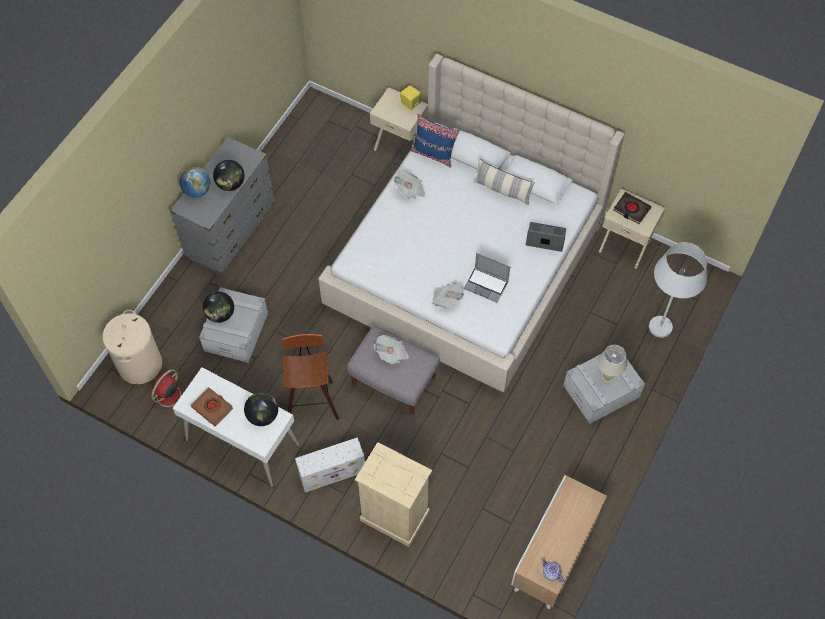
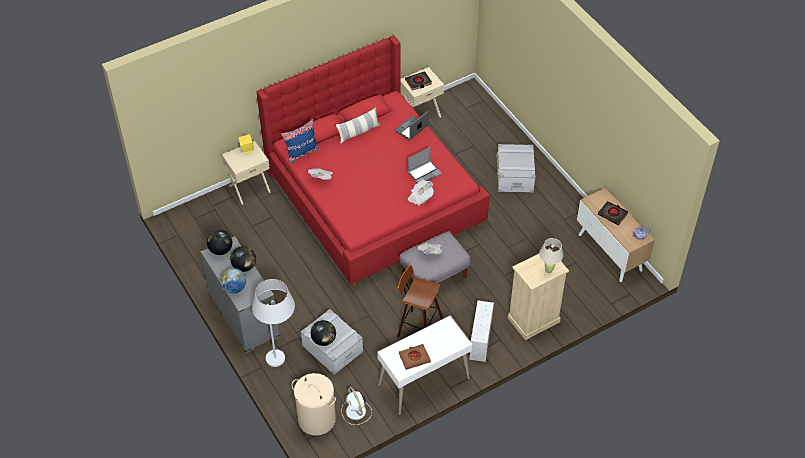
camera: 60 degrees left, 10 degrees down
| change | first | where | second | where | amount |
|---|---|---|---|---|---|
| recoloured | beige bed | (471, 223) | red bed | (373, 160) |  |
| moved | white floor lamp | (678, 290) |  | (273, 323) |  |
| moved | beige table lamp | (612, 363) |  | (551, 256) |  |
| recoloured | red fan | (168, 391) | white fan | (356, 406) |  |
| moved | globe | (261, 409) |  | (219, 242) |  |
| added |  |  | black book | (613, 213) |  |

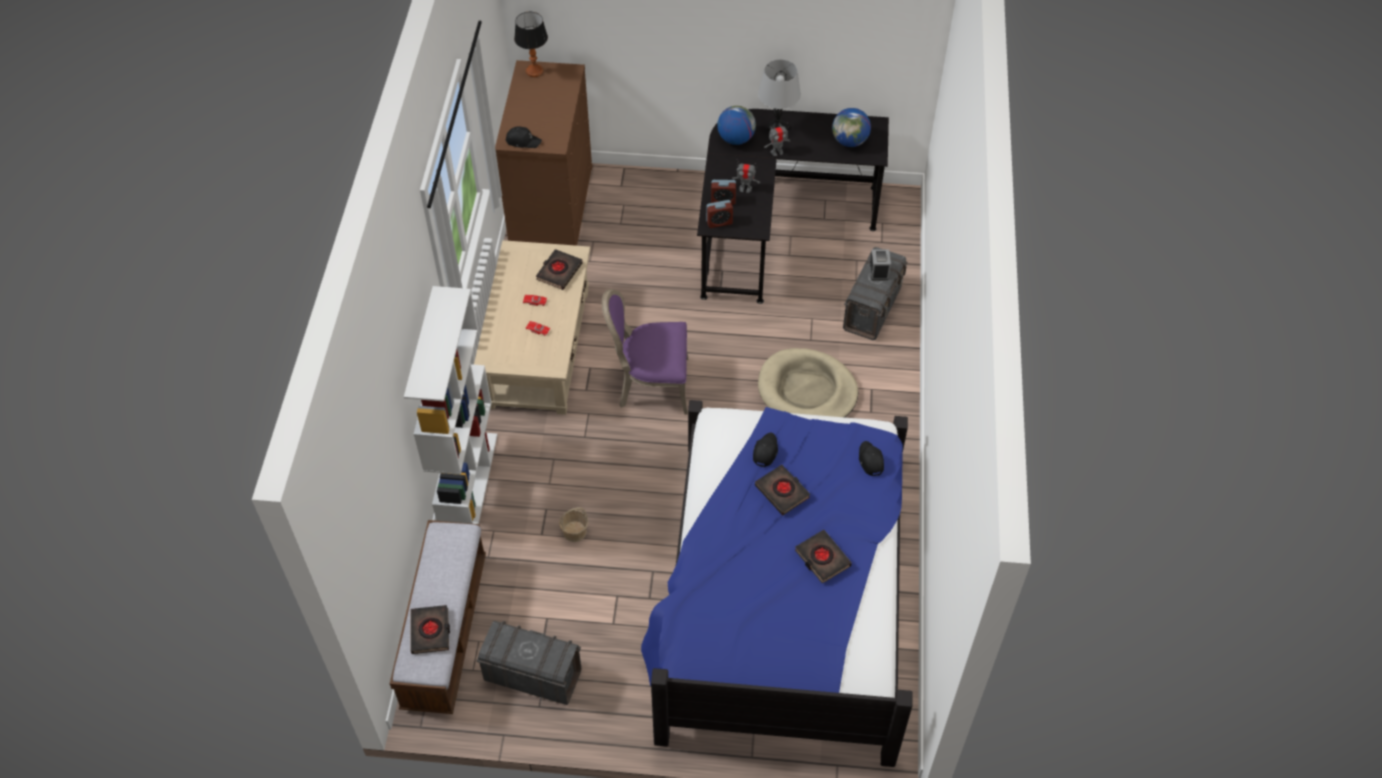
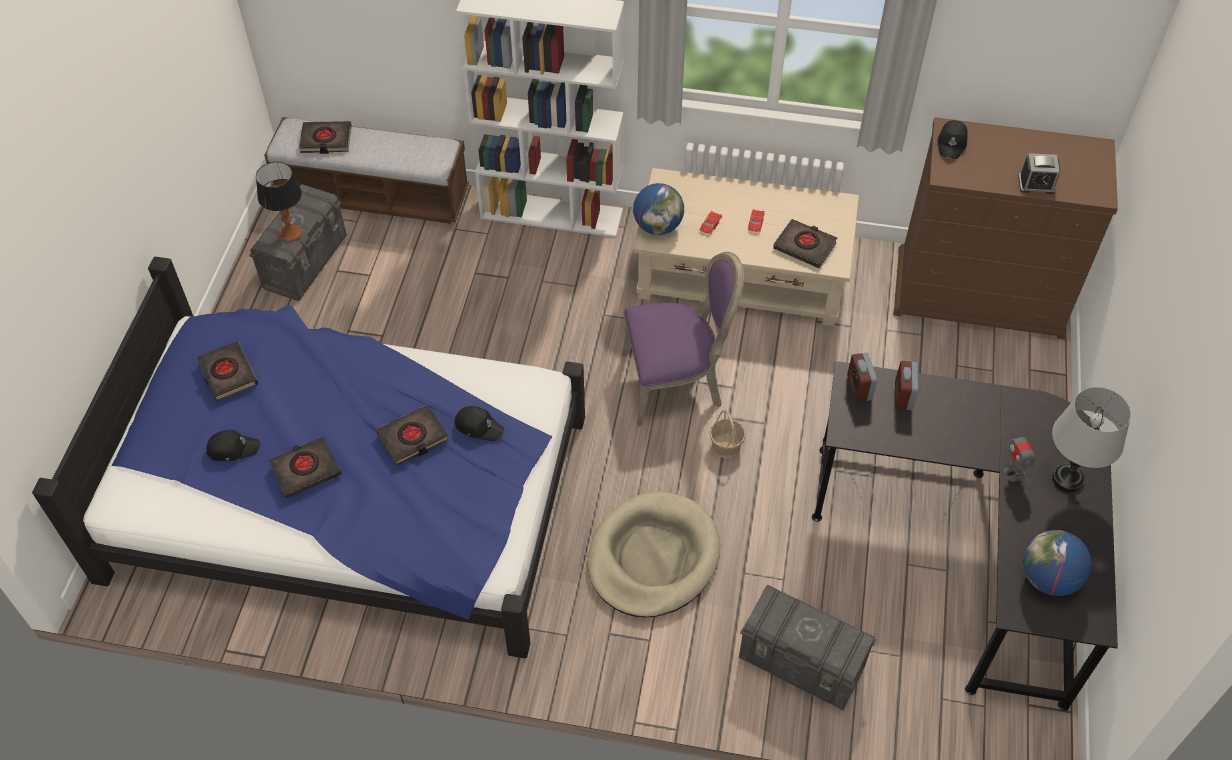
camera: 95 degrees right, 0 degrees up
| change | first | where | second | where | amount |
|---|---|---|---|---|---|
| moved | table lamp | (531, 44) |  | (279, 202) |  |
| moved | globe | (736, 125) |  | (658, 209) |  |
| removed | toy robot | (746, 178) |  |  |  |
| moved | alarm clock | (880, 264) |  | (1039, 173) |  |
| turned | purple chair | (645, 351) |  | (683, 339) | 75 degrees clockwise |
| moved | black cap | (871, 458) |  | (233, 445) |  |
| moved | basket | (573, 524) |  | (727, 434) |  |
| added |  |  | black book | (227, 371) |  |

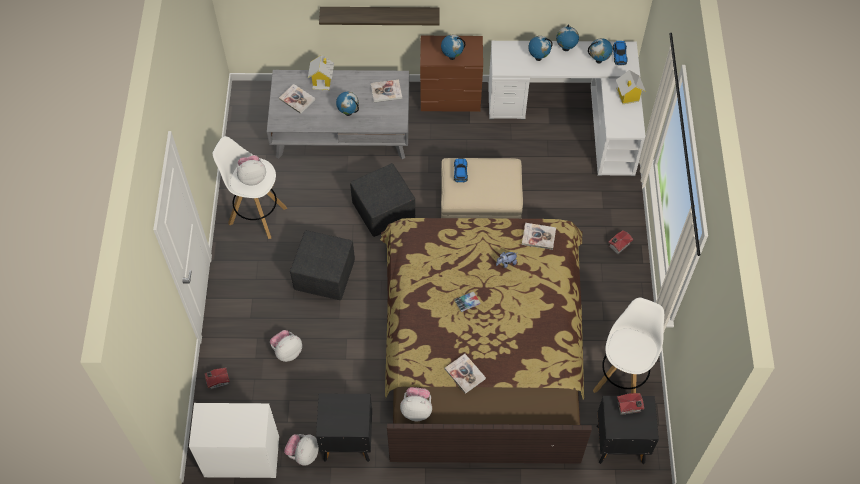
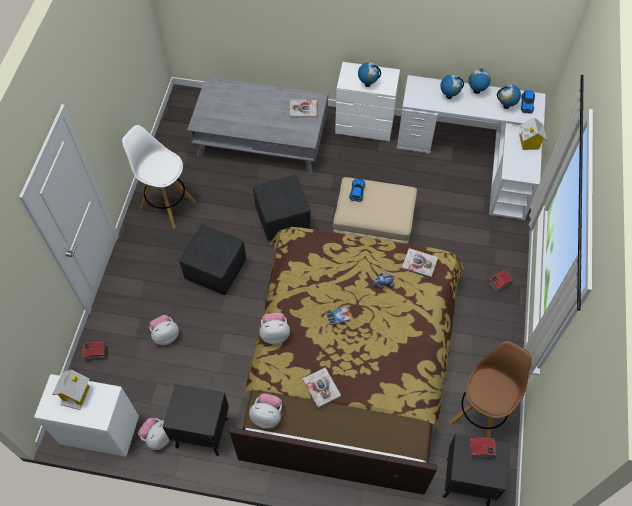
camera: 10 degrees right, 0 degrees up
| change | first | where | second | where | amount |
|---|---|---|---|---|---|
| removed | shelf | (379, 16) |  |  |  |
| recoloured | brown dresser | (451, 74) | white dresser | (367, 101) |  |
| moved | toy house | (321, 73) |  | (71, 390) |  |
| removed | book | (297, 99) |  |  |  |
| removed | globe | (347, 104) |  |  |  |
| moved | plush toy | (251, 170) |  | (274, 328) |  |
| recoloured | white stool | (628, 345) | brown stool | (490, 389) |  |

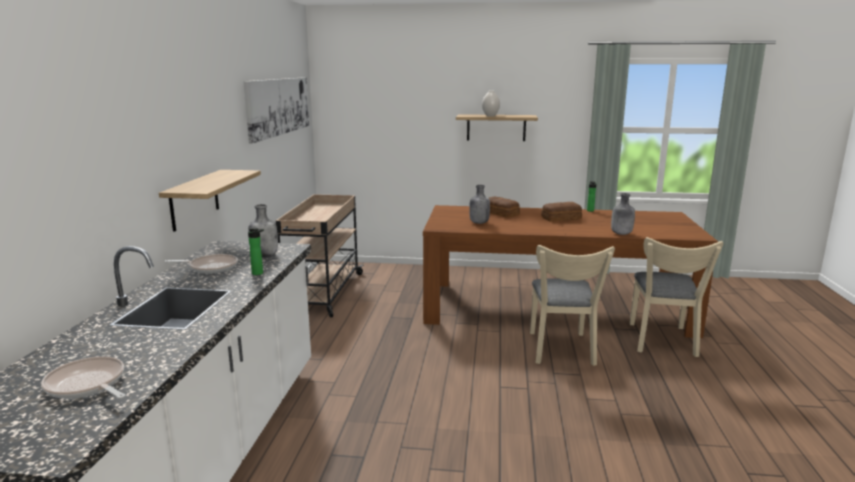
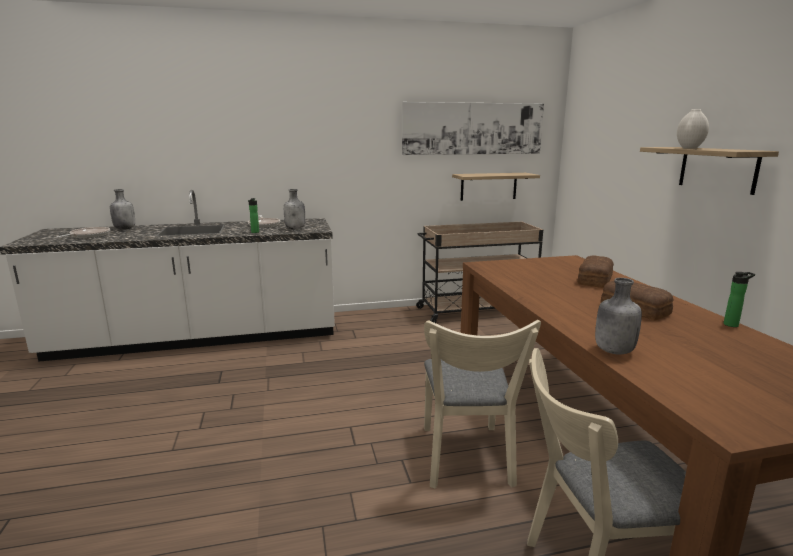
camera: 70 degrees right, 0 degrees up
| change | first | where | second | where | amount |
|---|---|---|---|---|---|
| moved | shelf | (210, 201) |  | (496, 187) |  |
| moved | grey bottle | (479, 204) |  | (122, 209) |  |
| turned | beige chair | (572, 305) |  | (482, 404) | 75 degrees counterclockwise |

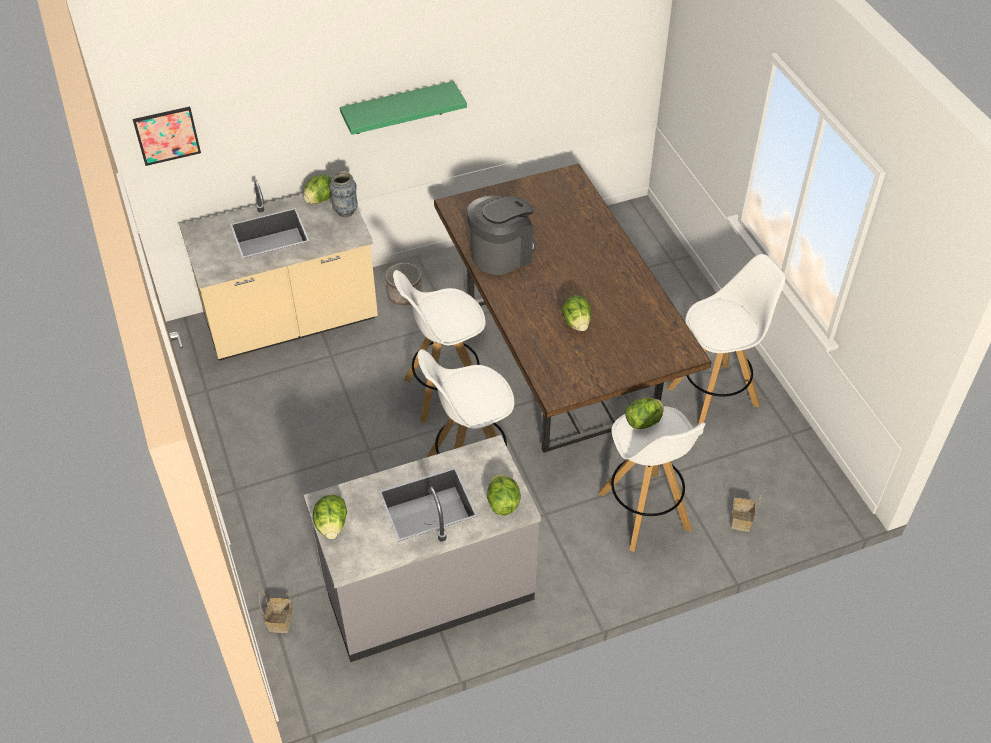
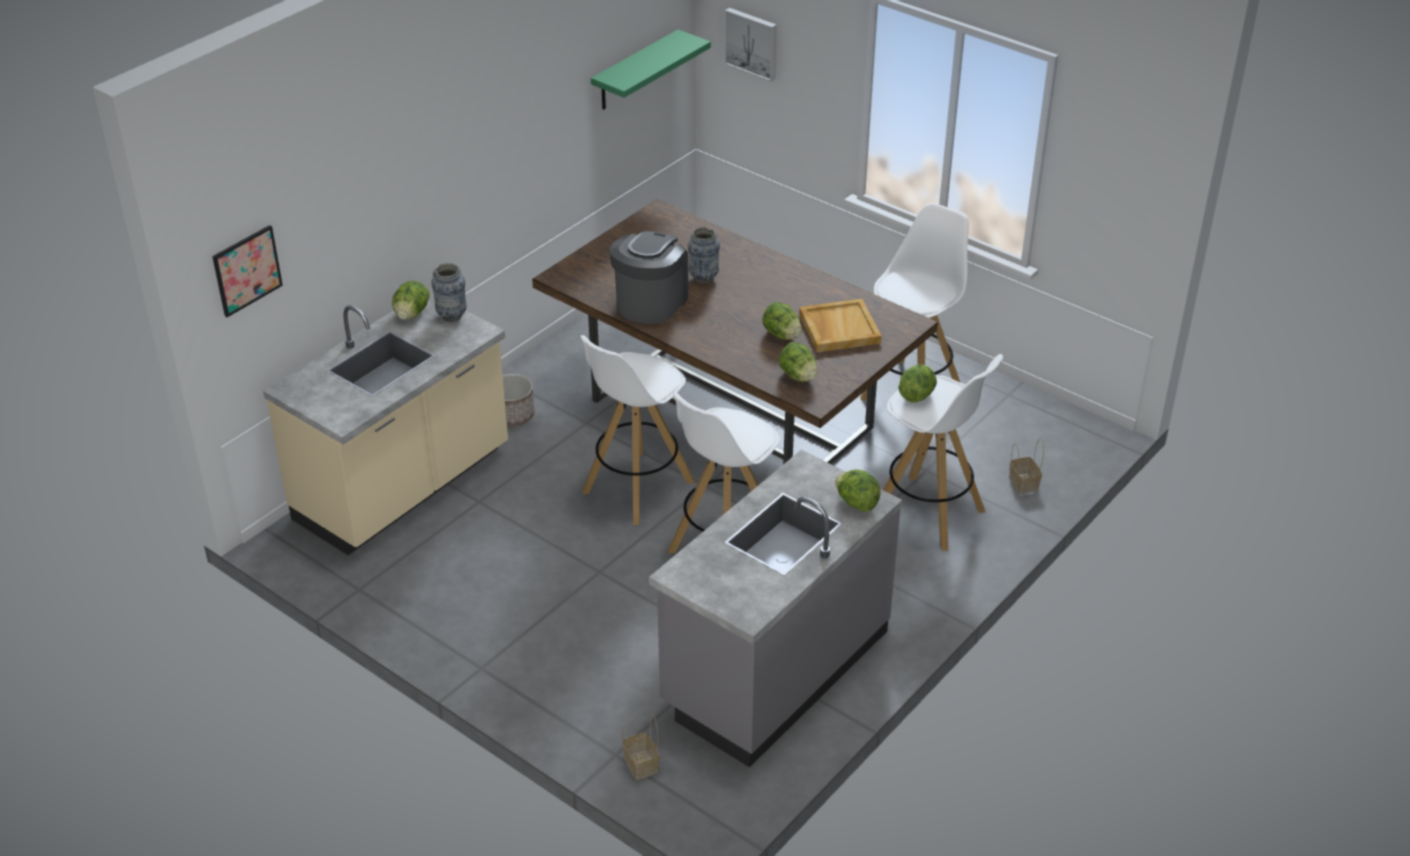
camera: 30 degrees left, 10 degrees down
| change | first | where | second | where | amount |
|---|---|---|---|---|---|
| moved | green shelf | (403, 108) |  | (651, 70) |  |
| moved | lettuce | (330, 517) |  | (798, 362) |  |
| added |  |  | picture | (750, 45) |  |
| added |  |  | vase | (704, 255) |  |
| added |  |  | beige tray | (840, 325) |  |

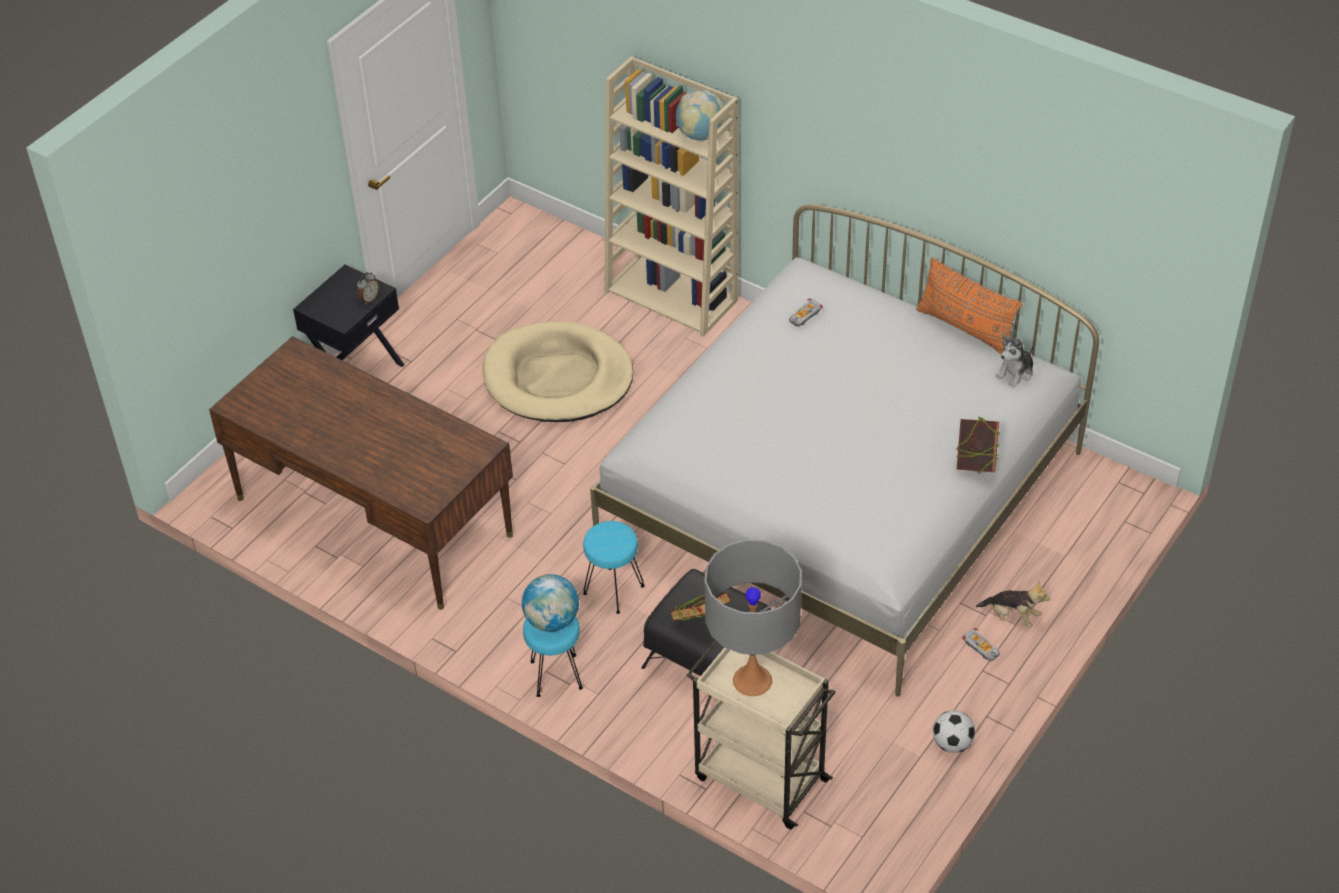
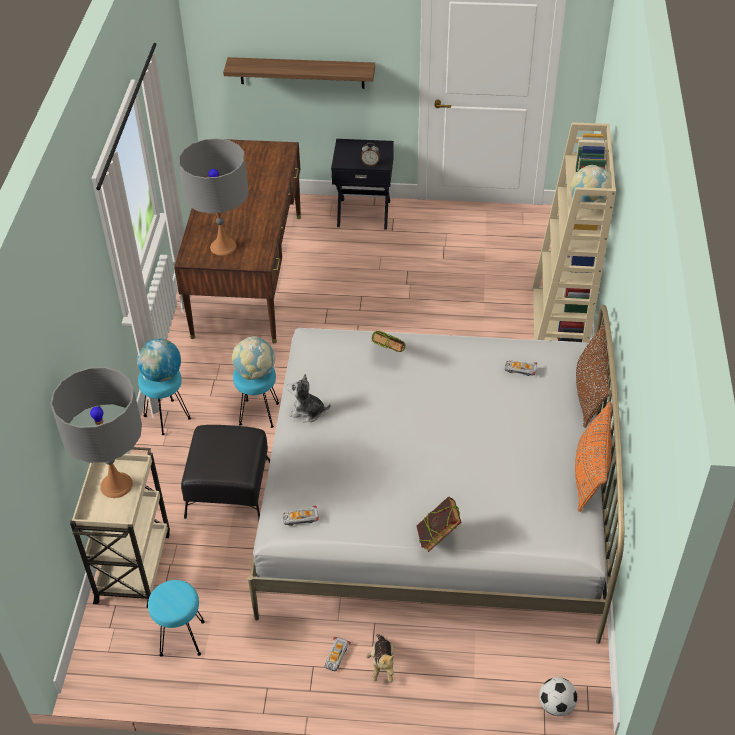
camera: 60 degrees right, 0 degrees up
| change | first | where | second | where | amount |
|---|---|---|---|---|---|
| removed | beige dog bed | (558, 371) |  |  |  |
| moved | plush toy | (1014, 361) |  | (308, 398) |  |
| moved | book | (700, 606) |  | (388, 341) |  |
| moved | football | (954, 731) |  | (558, 696) |  |
| added |  |  | shelf | (299, 73) |  |
| added |  |  | grey table lamp | (213, 197) |  |
| added |  |  | brown pillow | (593, 376) |  |
| added |  |  | globe | (253, 358) |  |
| added |  |  | toy car | (301, 515) |  |
| added |  |  | turquoise stool | (176, 618) |  |

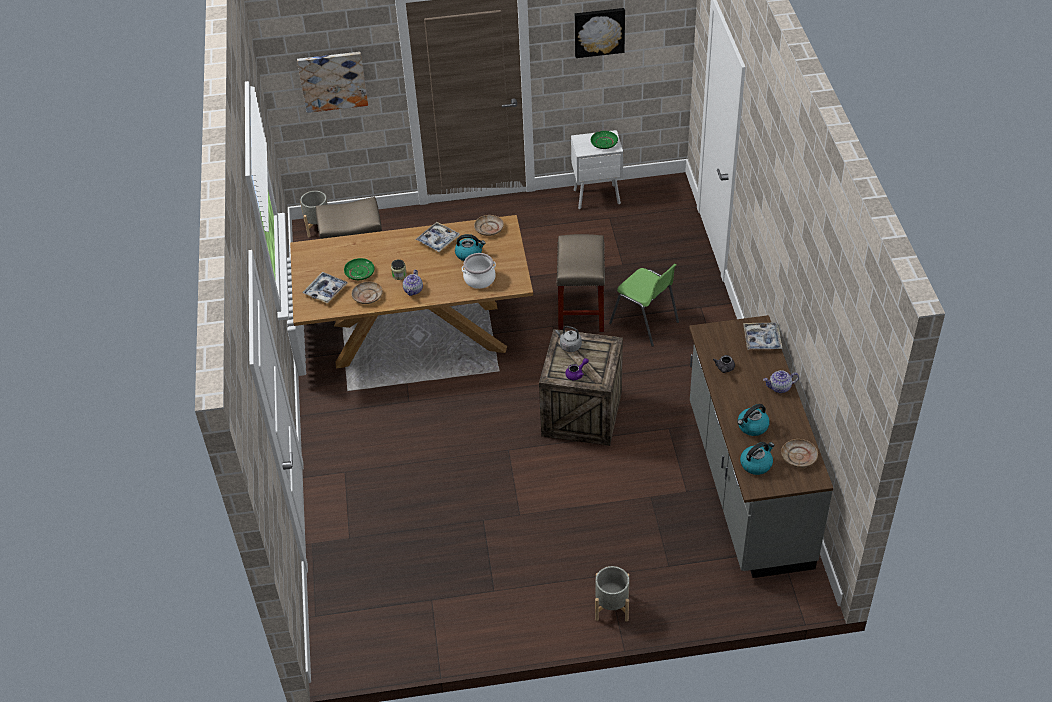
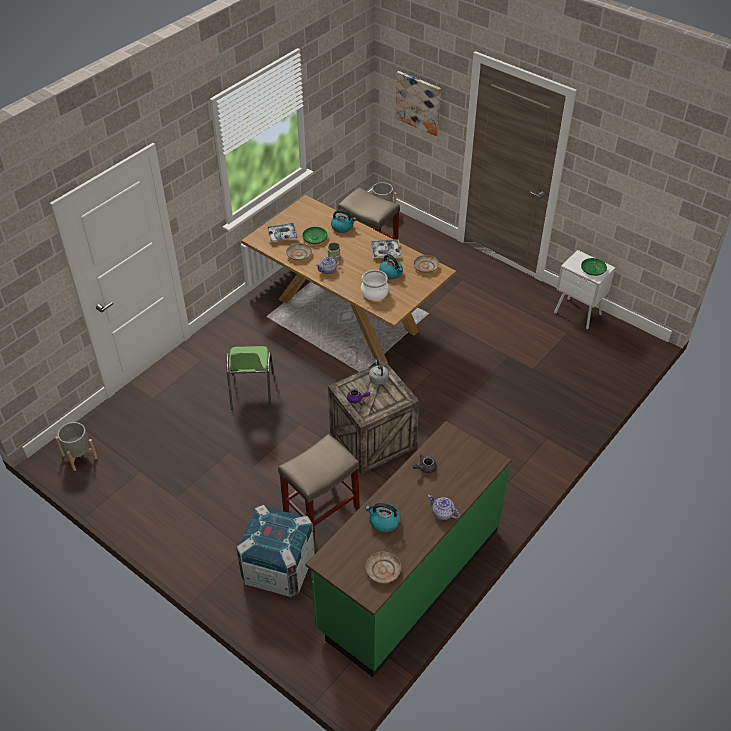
camera: 45 degrees right, 0 degrees up
| change | first | where | second | where | amount |
|---|---|---|---|---|---|
| removed | picture | (600, 33) |  |  |  |
| moved | beige stool | (581, 283) |  | (319, 487) |  |
| moved | green chair | (644, 305) |  | (250, 378) |  |
| recoloured | grey counter | (761, 446) | green counter | (408, 549) |  |
| removed | tray | (762, 336) |  |  |  |
| moved | kettle | (757, 458) |  | (343, 221) |  |
| moved | grey planter | (612, 594) |  | (77, 446) |  |
| added |  |  | crate | (275, 551) |  |

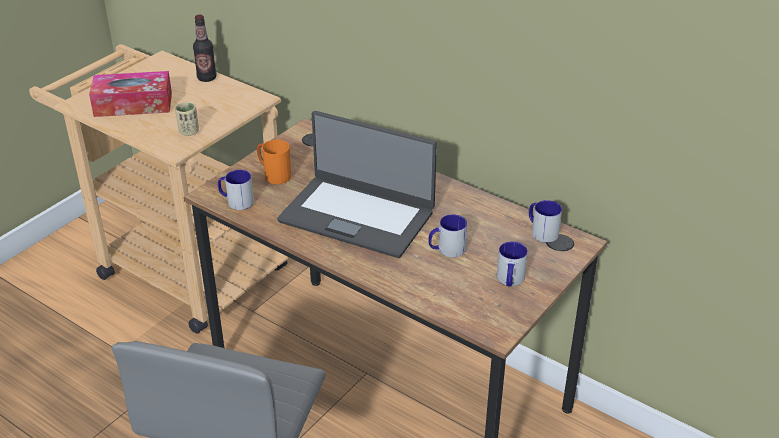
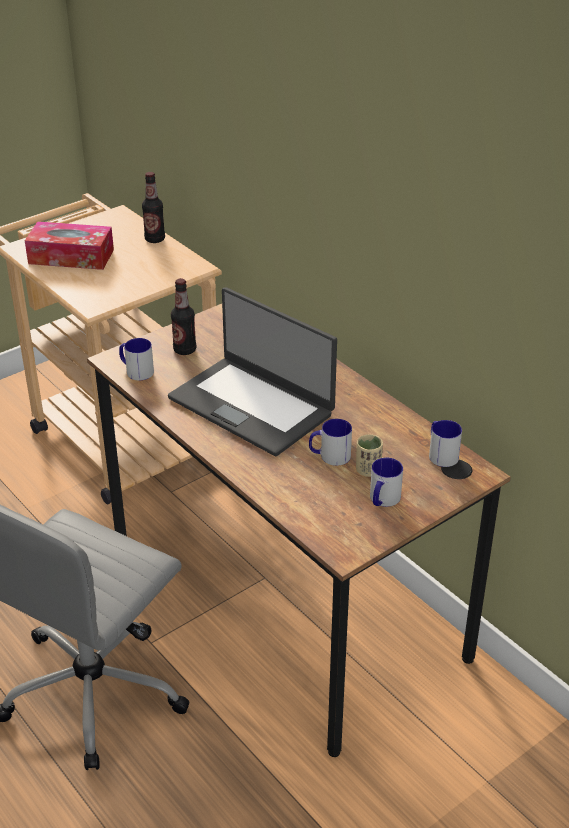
camera: 15 degrees right, 0 degrees up
| change | first | where | second | where | amount |
|---|---|---|---|---|---|
| moved | beige cup | (187, 119) |  | (369, 455) |  |
| replaced | orange mug | (274, 162) | bottle | (183, 316) |  |

